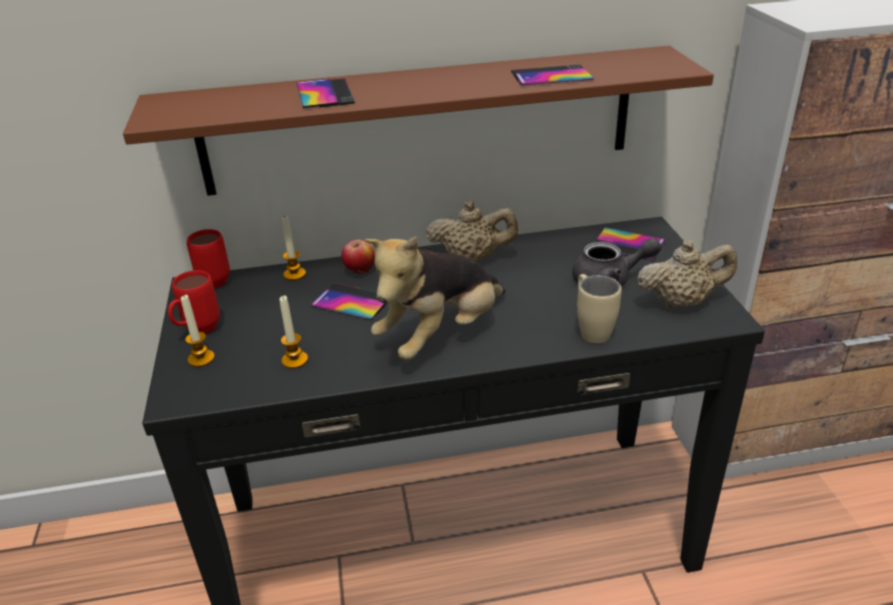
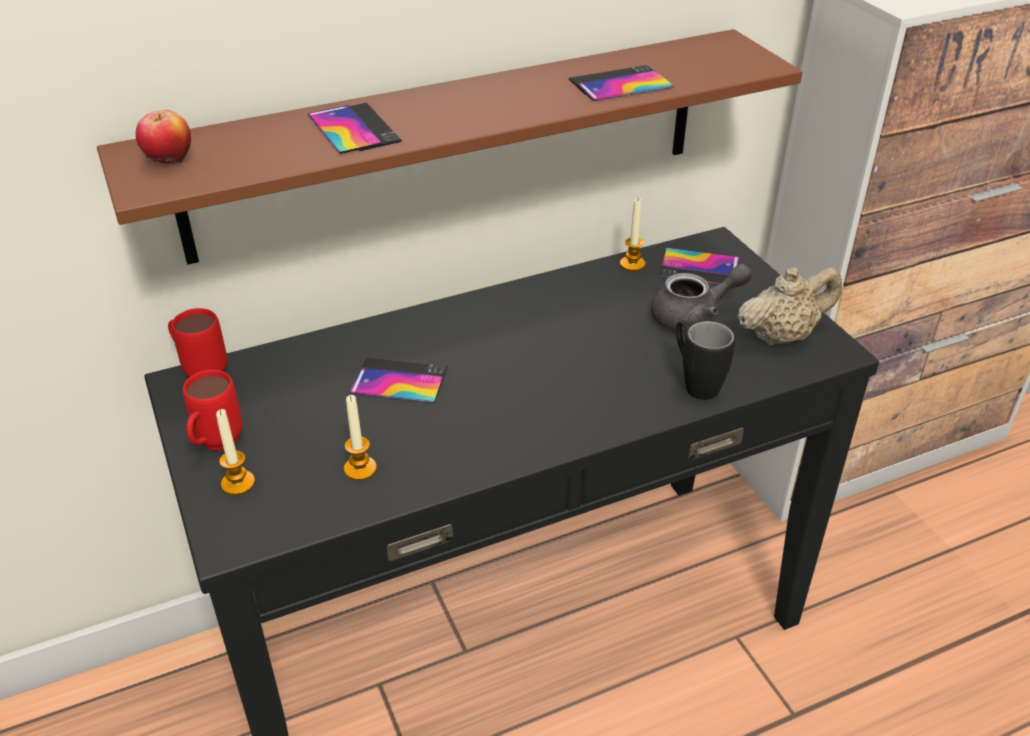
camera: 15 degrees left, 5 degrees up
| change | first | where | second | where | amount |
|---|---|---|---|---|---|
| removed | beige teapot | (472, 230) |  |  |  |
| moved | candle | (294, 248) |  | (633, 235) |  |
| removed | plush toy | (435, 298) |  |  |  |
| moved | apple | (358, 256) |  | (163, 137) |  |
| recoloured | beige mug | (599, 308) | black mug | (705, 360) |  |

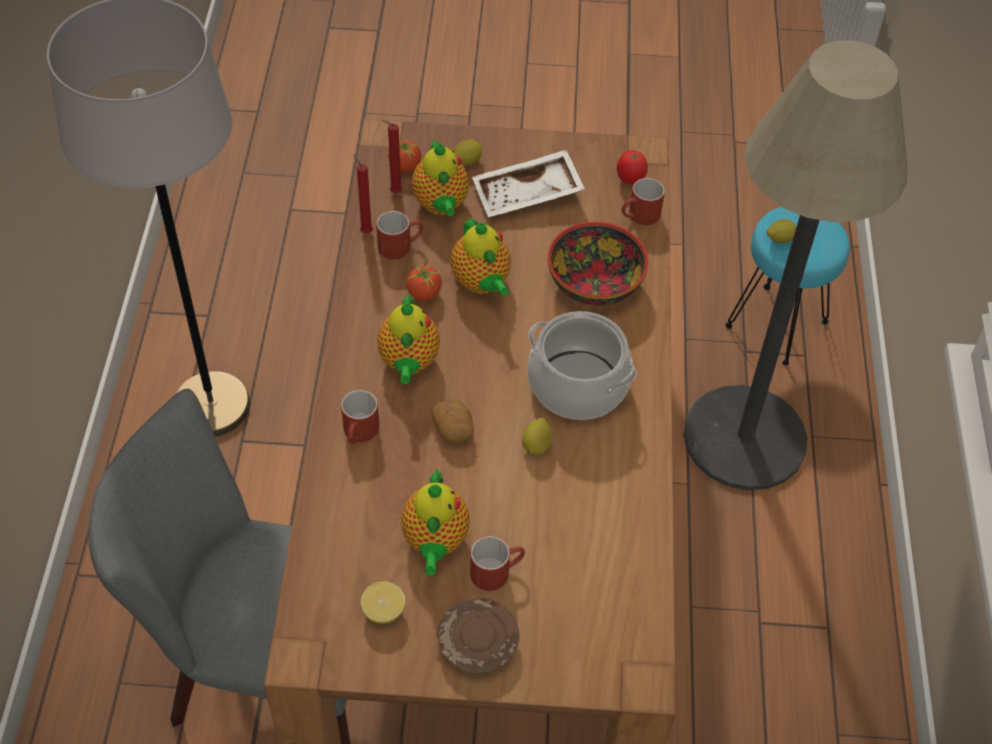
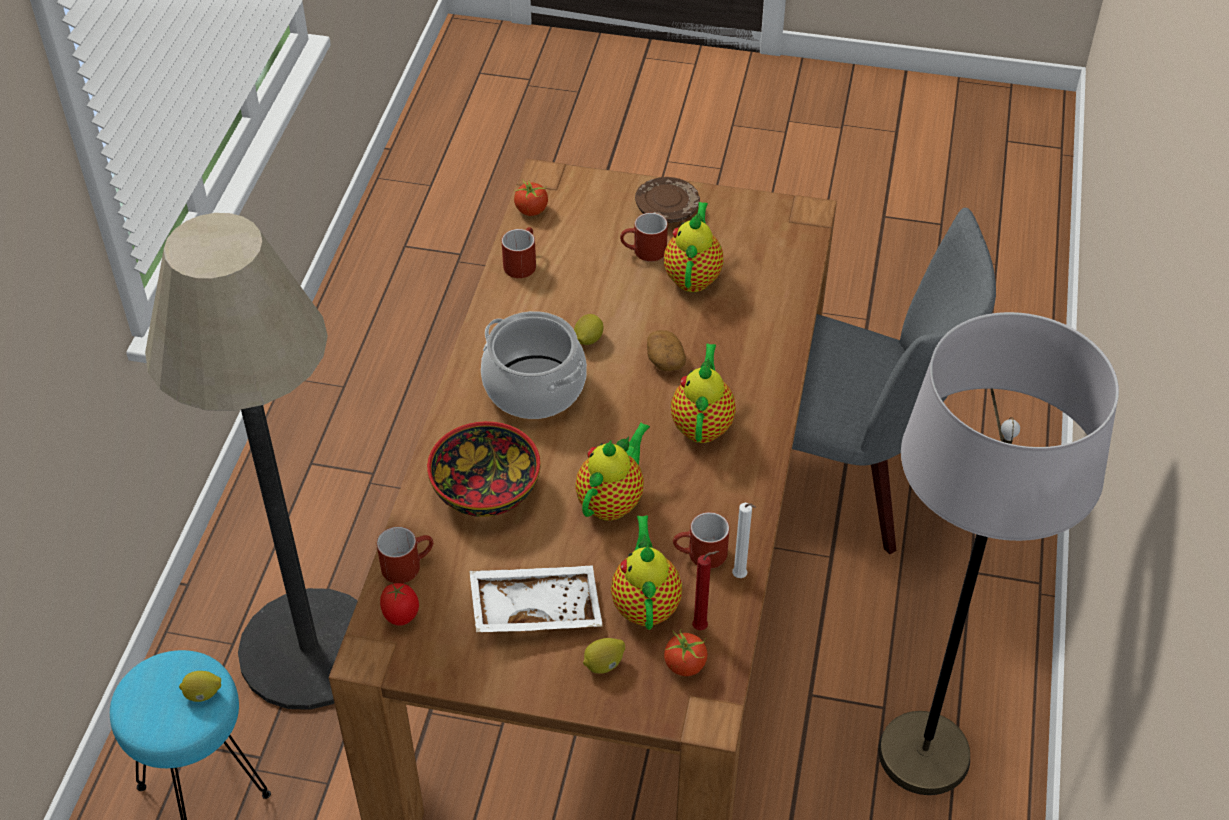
camera: 170 degrees left, 5 degrees down
| change | first | where | second | where | amount |
|---|---|---|---|---|---|
| recoloured | red candle | (363, 194) | white candle | (744, 540) |  |
| turned | teapot | (481, 256) |  | (612, 471) | 45 degrees clockwise |
| moved | tomato | (424, 279) |  | (531, 197) |  |
| moved | red mug | (360, 417) |  | (519, 252) |  |
| removed | lemon | (383, 603) |  |  |  |

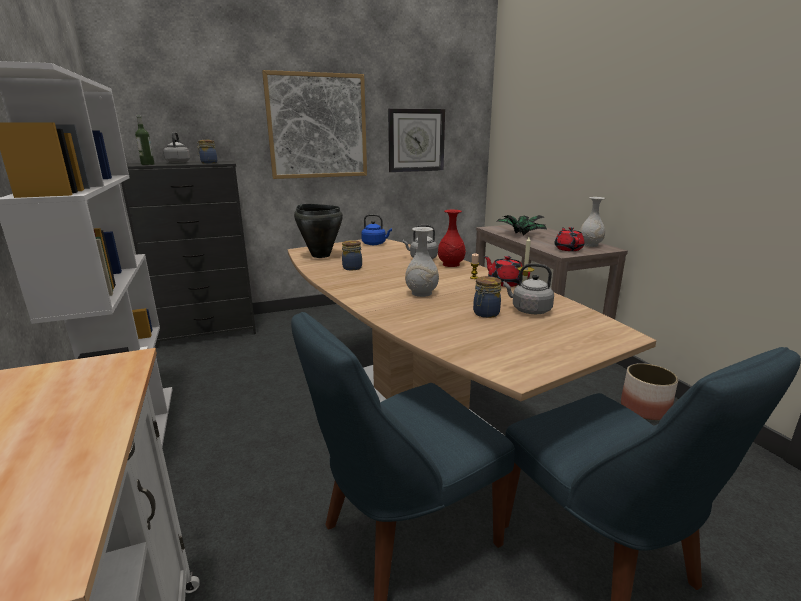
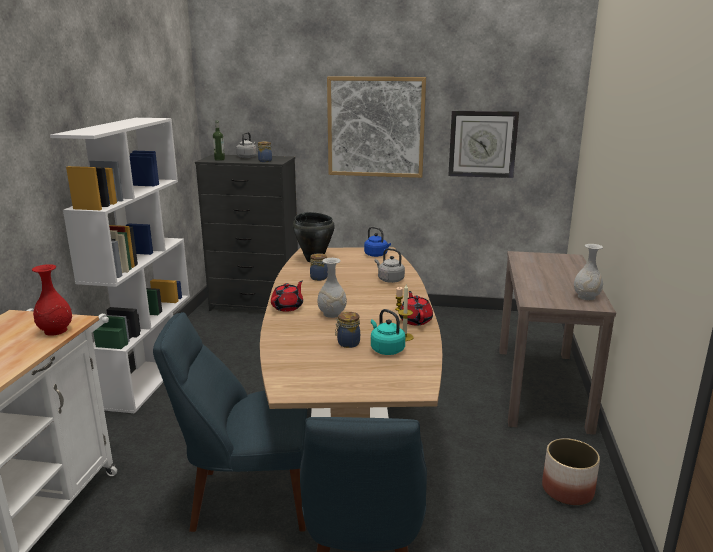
camera: 30 degrees right, 0 degrees up
| change | first | where | second | where | amount |
|---|---|---|---|---|---|
| moved | red vase | (452, 238) |  | (52, 300) |  |
| removed | potted plant | (522, 225) |  |  |  |
| moved | red teapot | (569, 239) |  | (287, 296) |  |
| recoloured | grey kettle | (528, 289) | turquoise kettle | (388, 332) |  |

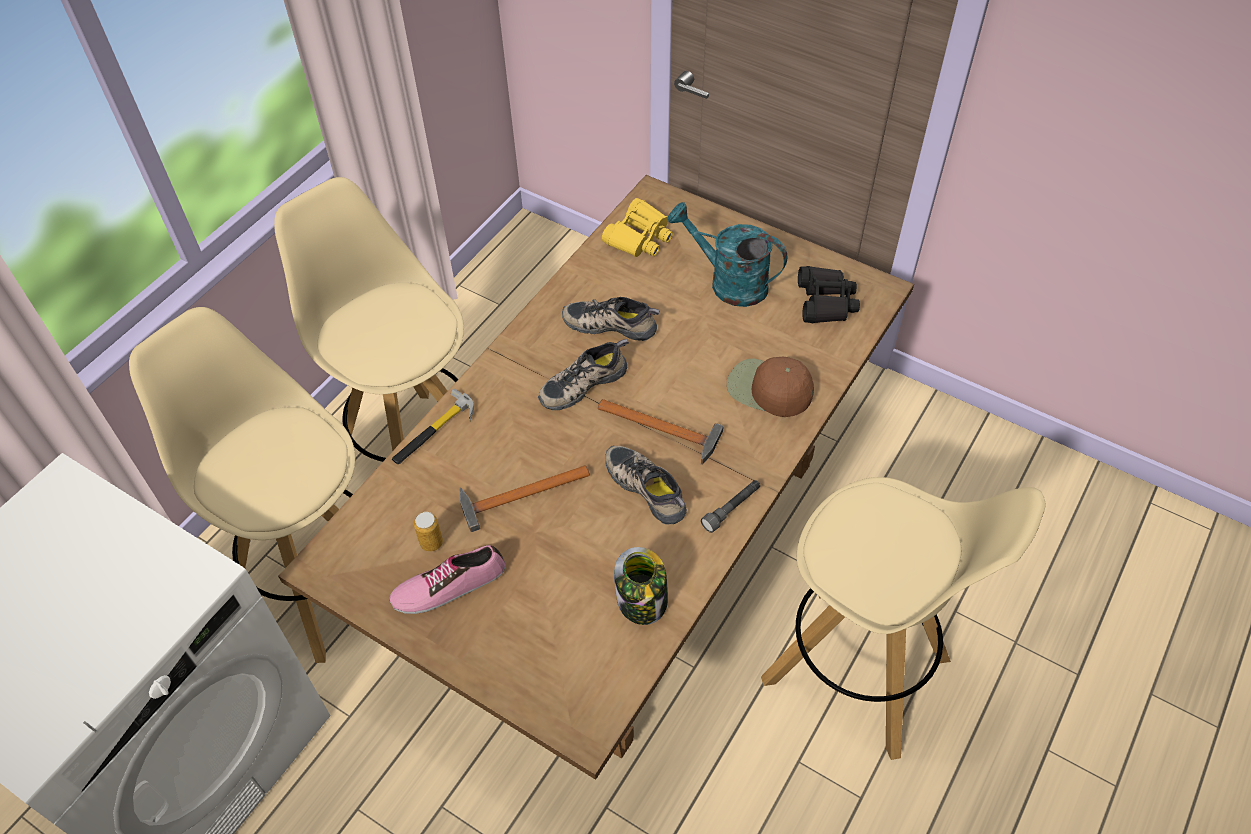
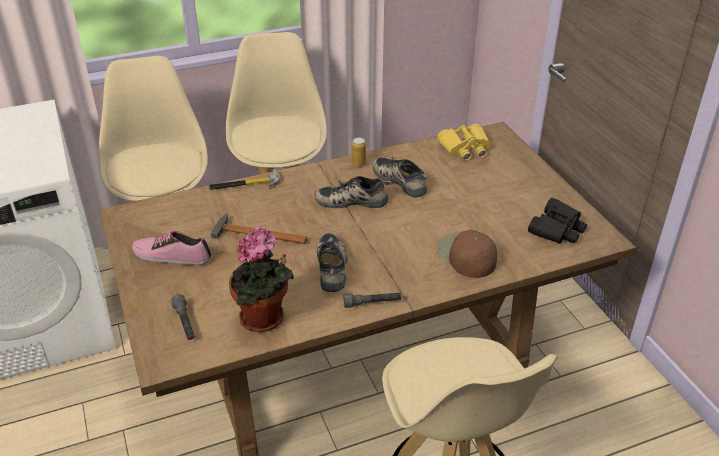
camera: 35 degrees right, 15 degrees down
| change | first | where | second | where | amount |
|---|---|---|---|---|---|
| removed | turquoise watering can | (727, 254) |  |  |  |
| removed | hammer | (661, 432) |  |  |  |
| moved | can | (428, 532) |  | (359, 152) |  |
| replaced | jar | (641, 586) | potted plant | (261, 279) |  |
| added |  |  | grey flashlight | (183, 317) |  |

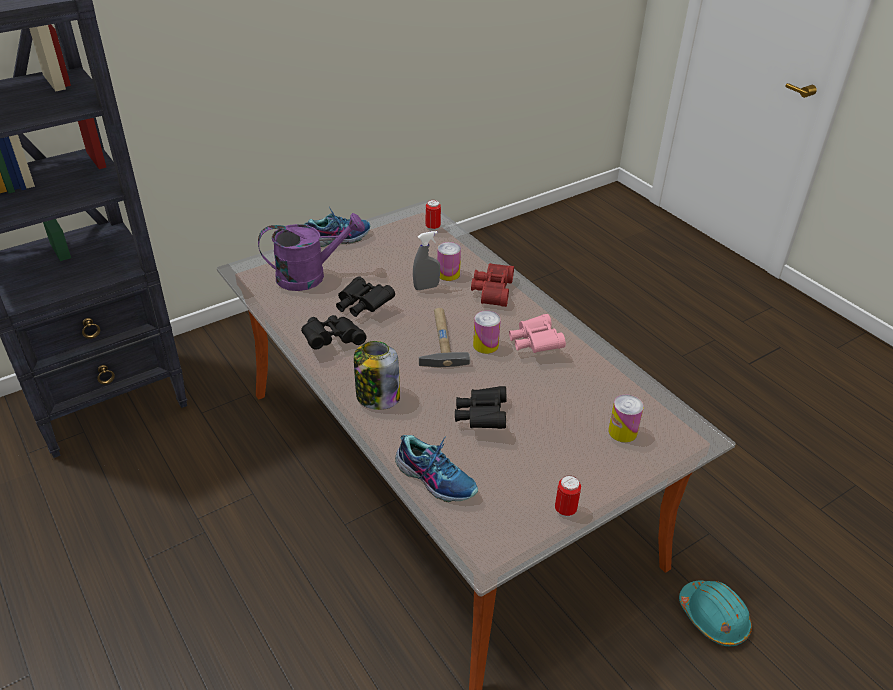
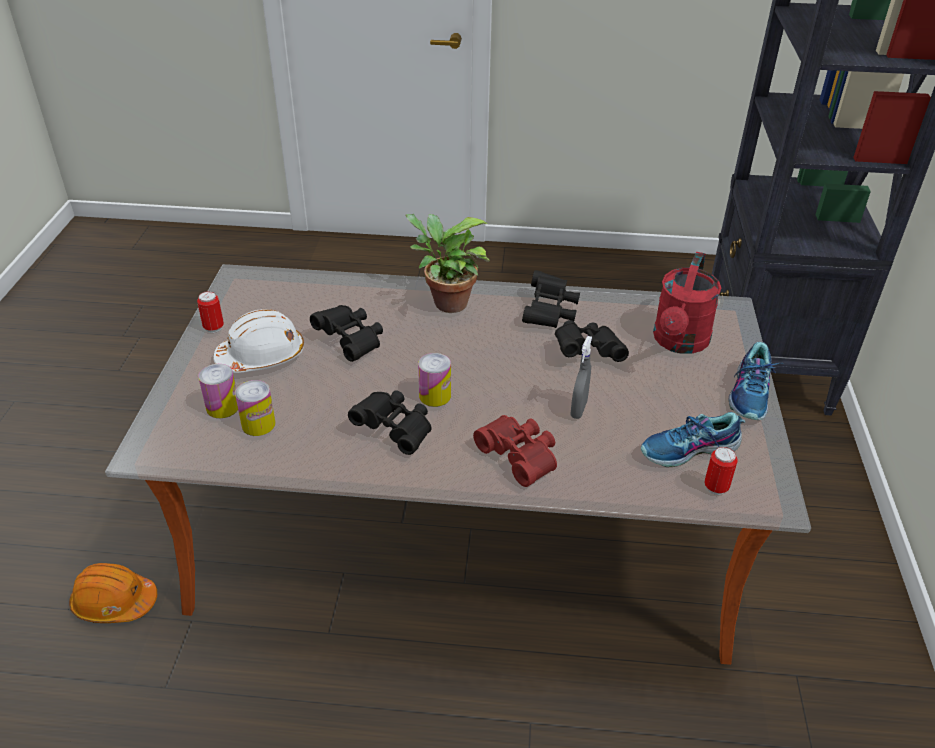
camera: 130 degrees right, 0 degrees up
| change | first | where | second | where | amount |
|---|---|---|---|---|---|
| recoloured | purple watering can | (311, 252) | red watering can | (687, 303) |  |
| moved | can | (449, 261) |  | (255, 408) |  |
| removed | hammer | (444, 337) |  |  |  |
| recoloured | pink binoculars | (537, 333) | black binoculars | (390, 422) |  |
| replaced | jar | (377, 375) | potted plant | (447, 263) |  |
| moved | shoe | (436, 468) |  | (693, 439) |  |
| recoloured | turquoise hard hat | (715, 613) | orange hard hat | (113, 593) |  |
| added |  |  | white hard hat | (258, 341) |  |

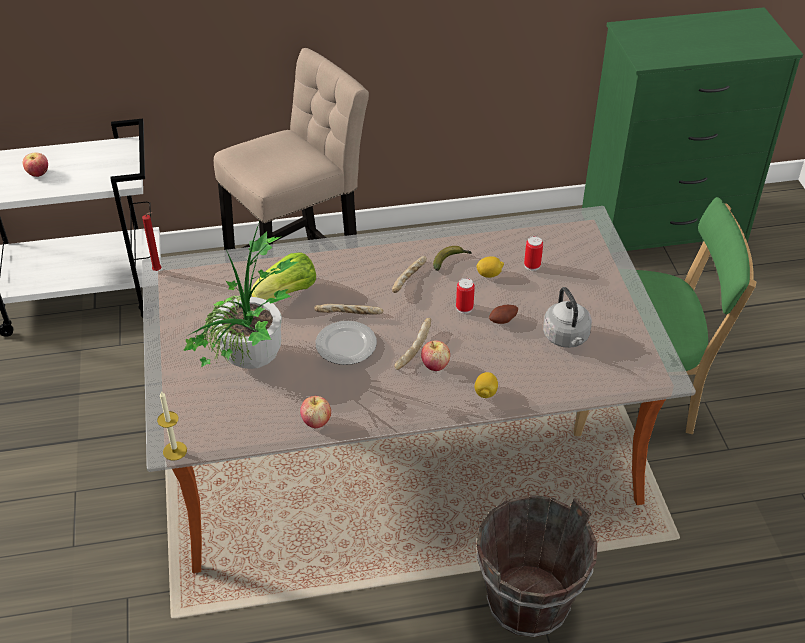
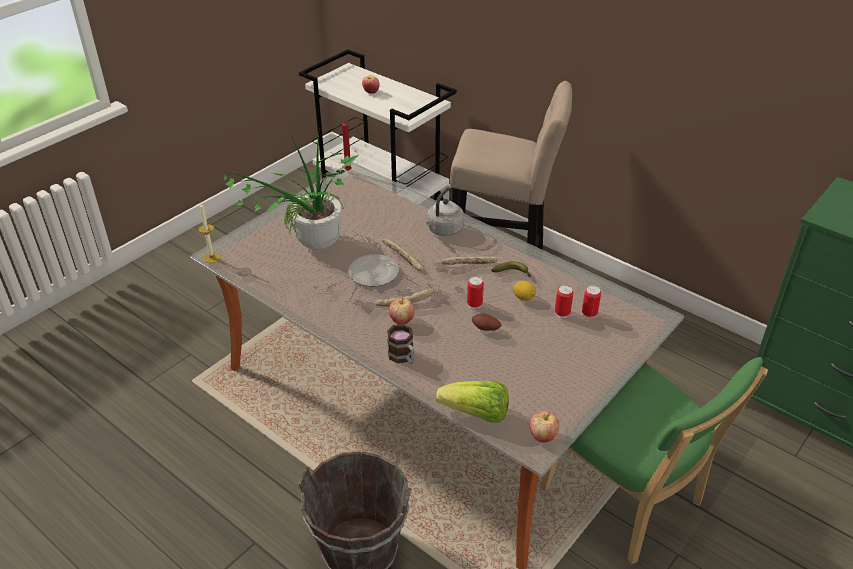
camera: 50 degrees right, 5 degrees down
| change | first | where | second | where | amount |
|---|---|---|---|---|---|
| moved | lettuce | (283, 276) |  | (472, 402) |  |
| moved | grey kettle | (567, 317) |  | (445, 211) |  |
| replaced | lemon | (486, 385) | mug | (401, 344) |  |
| moved | apple | (315, 412) |  | (544, 426) |  |
| added |  |  | can | (591, 302) |  |

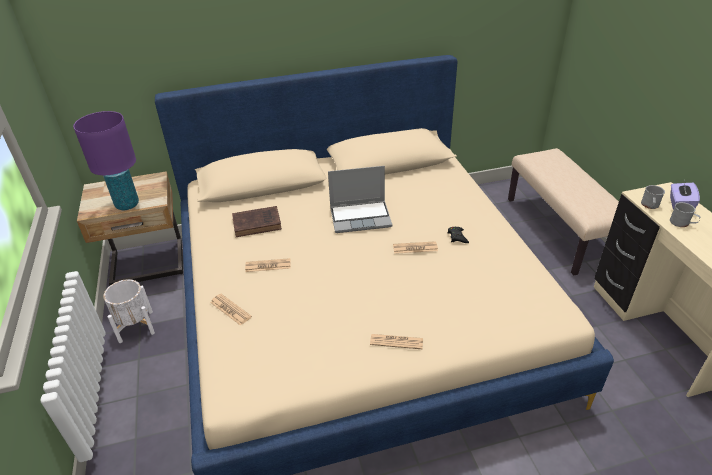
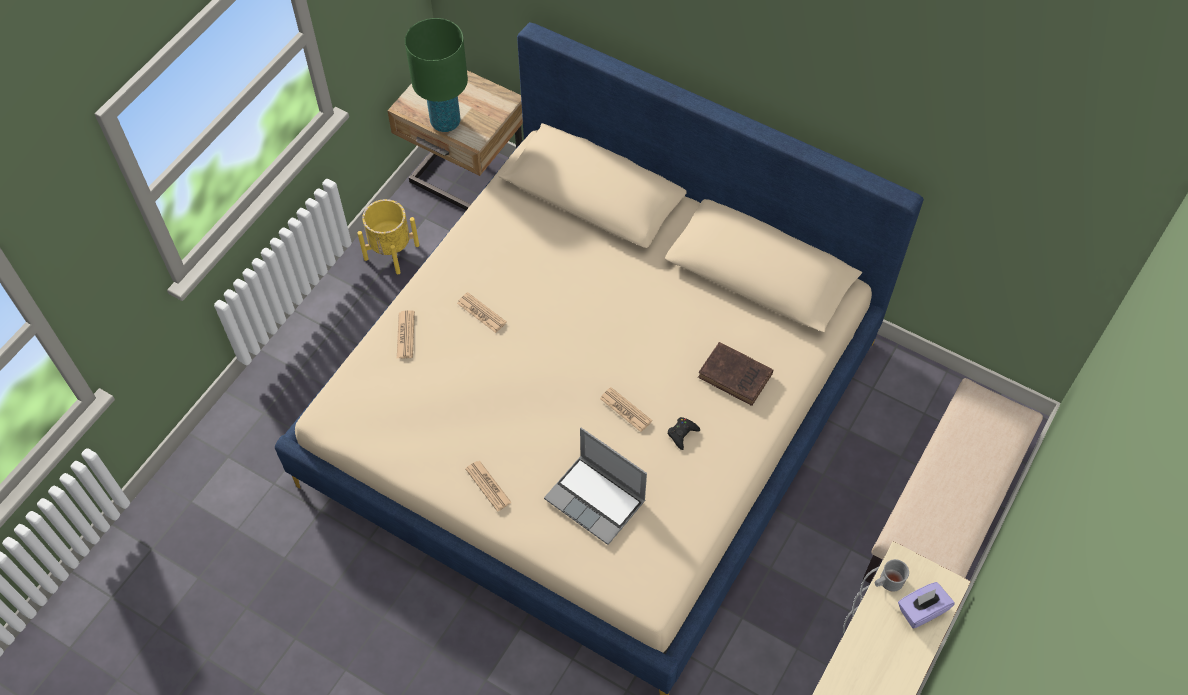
camera: 45 degrees right, 20 degrees up
| change | first | where | second | where | amount |
|---|---|---|---|---|---|
| recoloured | purple table lamp | (106, 160) | green table lamp | (436, 75) |  |
| moved | laptop | (360, 199) |  | (595, 486) |  |
| removed | grey mug | (685, 214) |  |  |  |
| moved | brown book | (257, 221) |  | (735, 374) |  |
| recoloured | white planter | (129, 311) | yellow planter | (388, 236) |  |

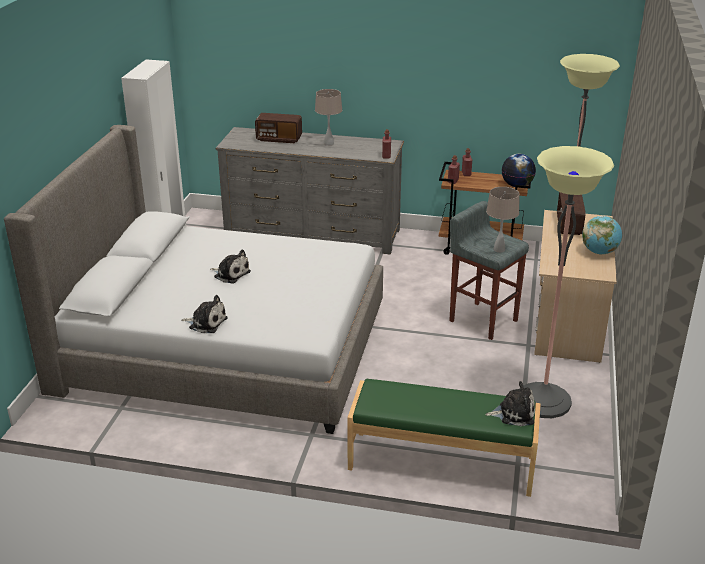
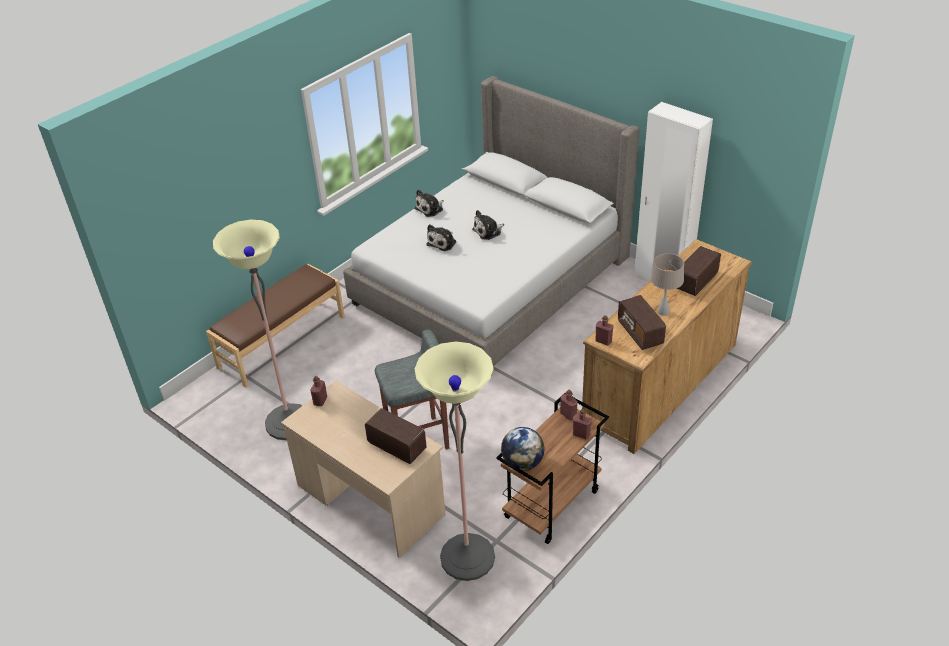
camera: 120 degrees right, 10 degrees up
| change | first | where | second | where | amount |
|---|---|---|---|---|---|
| recoloured | grey dresser | (310, 191) | brown dresser | (667, 346) |  |
| removed | beige table lamp | (503, 219) |  |  |  |
| removed | globe | (602, 235) |  |  |  |
| recoloured | green bench | (444, 438) | brown bench | (275, 326) |  |
| moved | plush toy | (510, 403) |  | (441, 237) |  |
| added |  |  | radio | (642, 322) |  |
| added |  |  | red bottle | (318, 391) |  |

